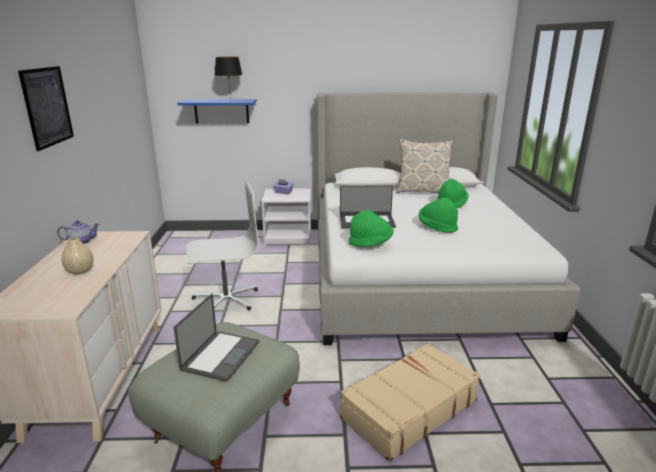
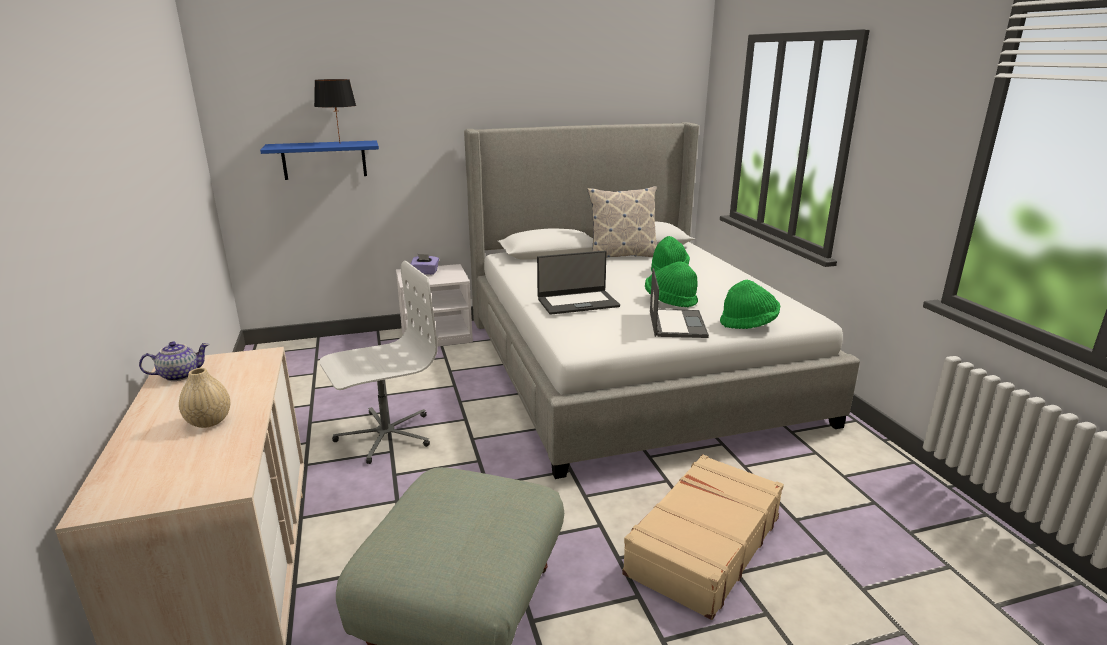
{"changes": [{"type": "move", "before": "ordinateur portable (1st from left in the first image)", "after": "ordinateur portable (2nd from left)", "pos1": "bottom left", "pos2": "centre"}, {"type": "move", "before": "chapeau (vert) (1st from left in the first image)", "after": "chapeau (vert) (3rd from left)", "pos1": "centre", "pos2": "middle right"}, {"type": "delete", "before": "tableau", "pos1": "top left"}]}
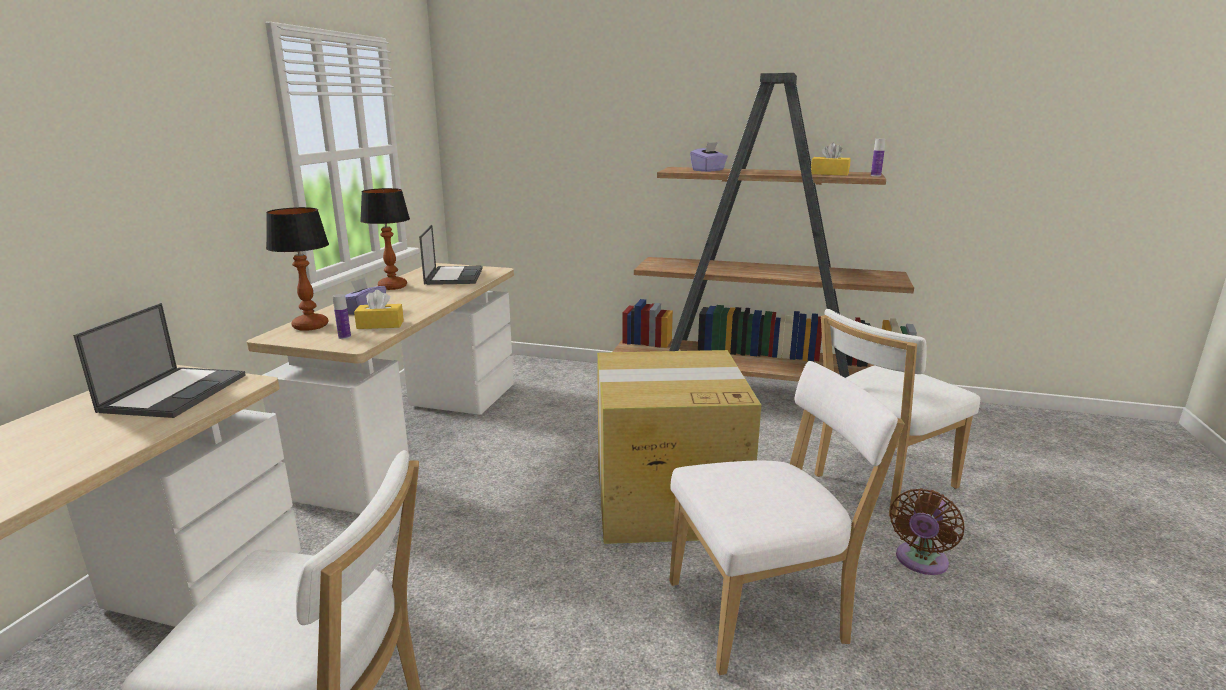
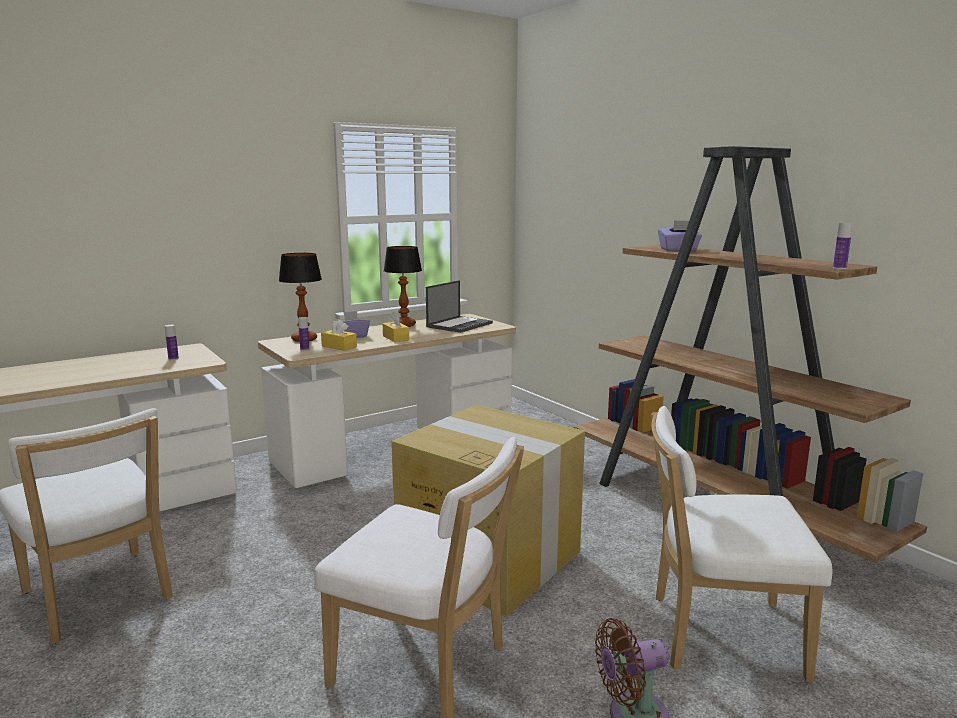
{"changes": [{"type": "replace", "before": "ordinateur portable (1st from left)", "after": "bouteille (1st from left)", "pos1": "middle left", "pos2": "middle left"}, {"type": "move", "before": "boîte à mouchoirs (jaune) (2nd from left)", "pos1": "top right", "pos2": "centre"}]}
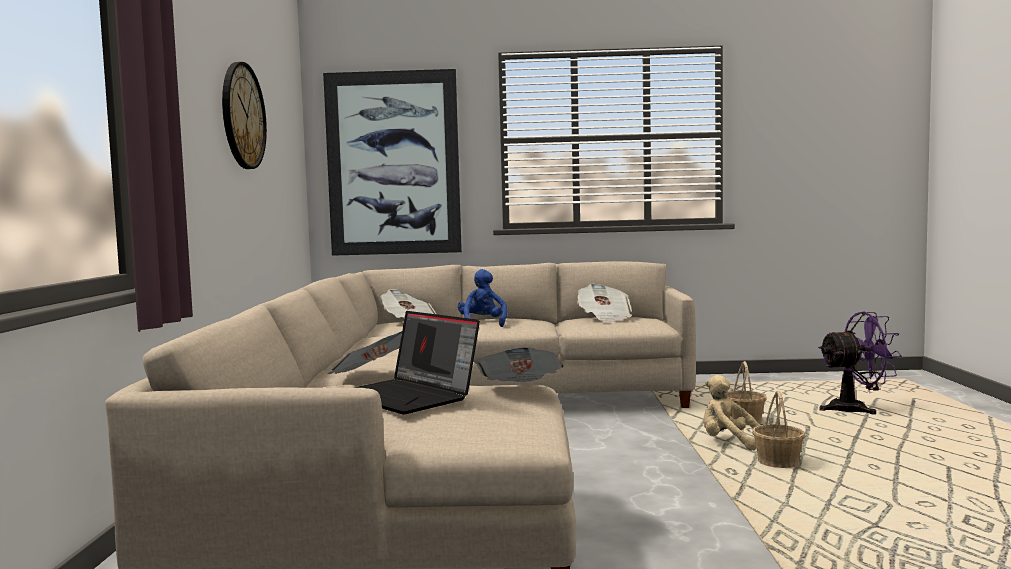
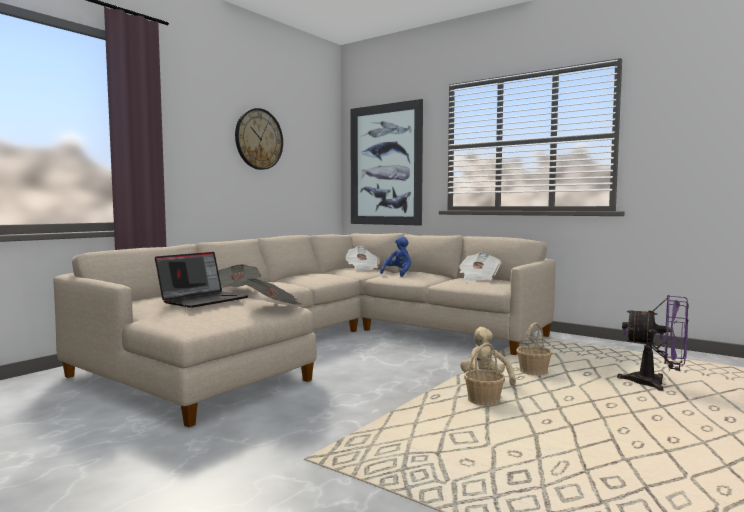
{"changes": [{"type": "rotate", "before": "ordinateur portable", "pos1": "centre", "pos2": "middle left", "turn": -135}]}
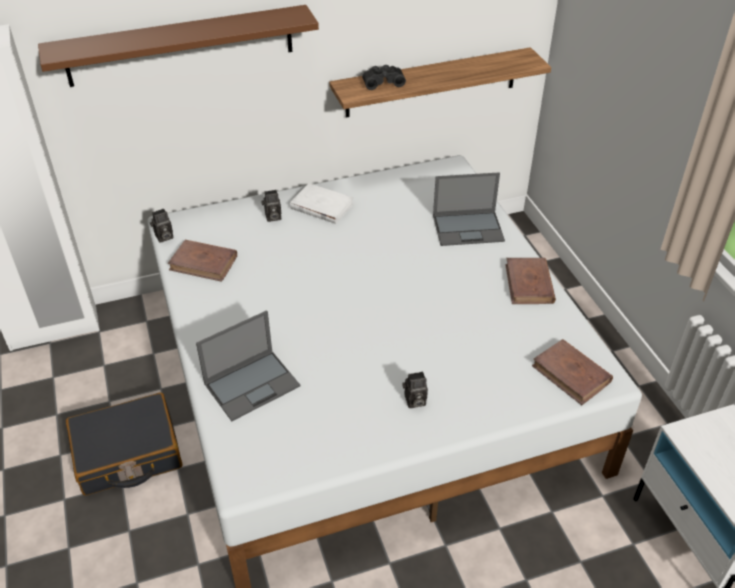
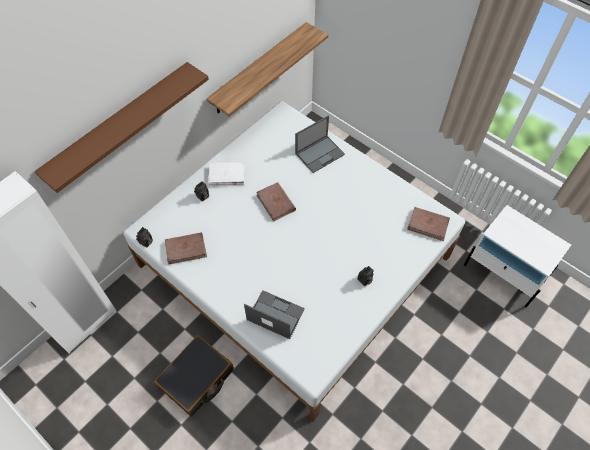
{"changes": [{"type": "rotate", "before": "ordinateur portable (1st from left)", "pos1": "centre", "pos2": "bottom centre", "turn": -90}, {"type": "move", "before": "livre (marron) (2nd from left)", "pos1": "middle right", "pos2": "centre"}, {"type": "delete", "before": "jumelles (noir)", "pos1": "top centre"}]}
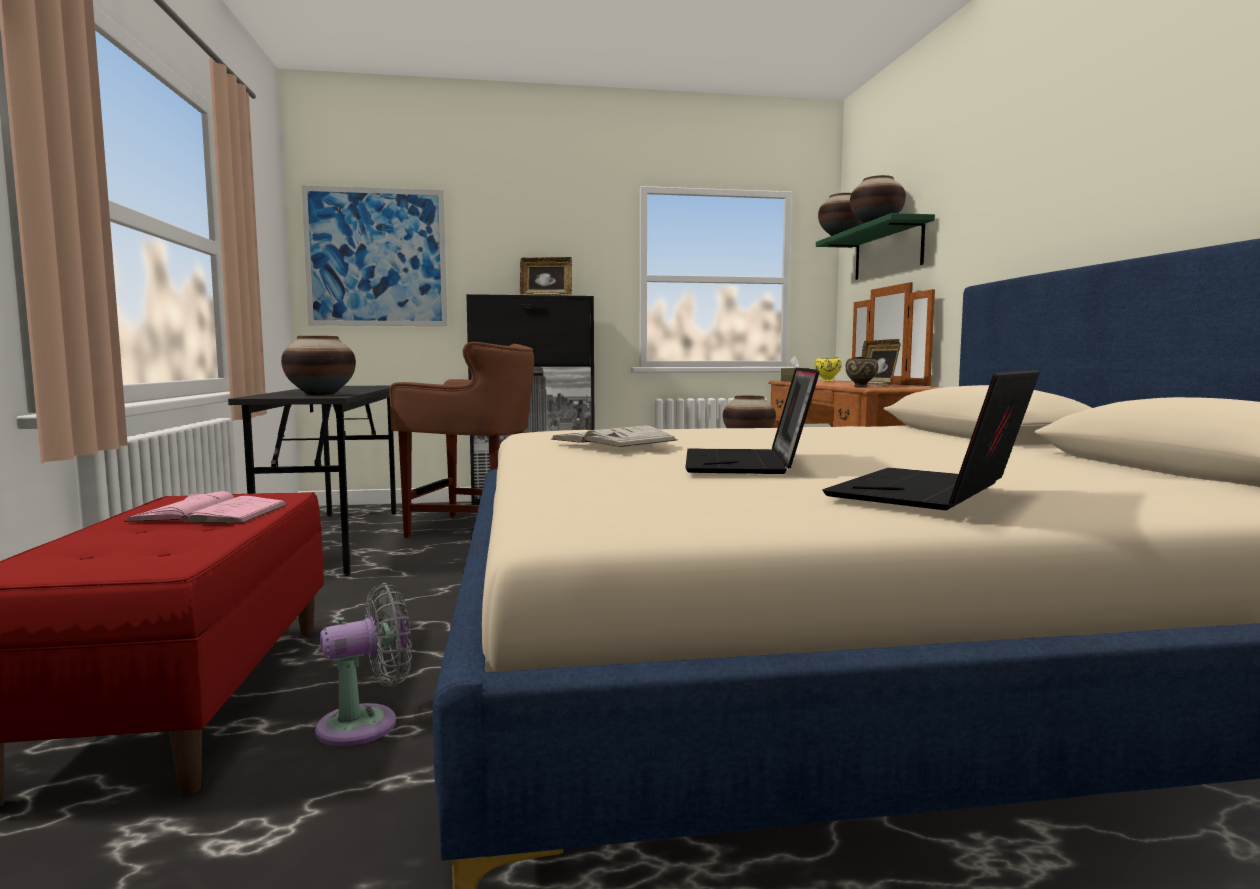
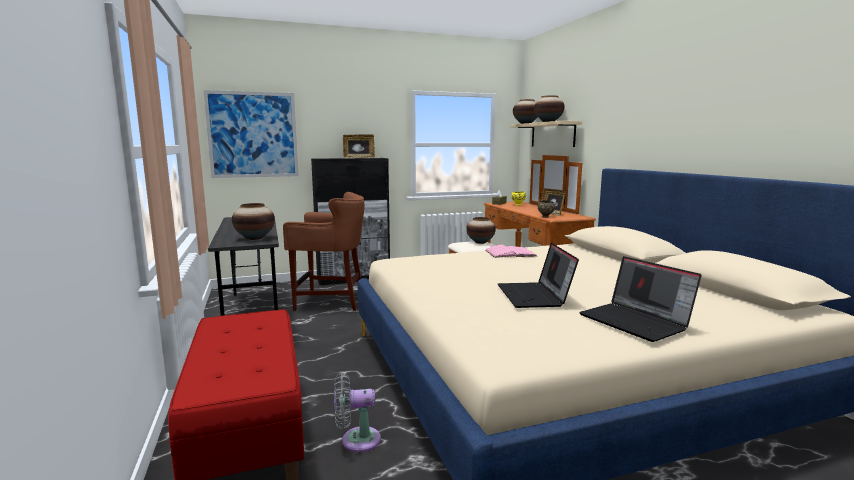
{"changes": [{"type": "rotate", "before": "ventilateur (gris)", "pos1": "bottom left", "pos2": "bottom centre", "turn": -150}, {"type": "move", "before": "livre (rose)", "pos1": "middle left", "pos2": "centre"}, {"type": "recolor", "before": "étagère (vert)", "after": "étagère (beige)", "pos1": "top right", "pos2": "top centre"}, {"type": "rotate", "before": "ordinateur portable (2nd from left)", "pos1": "middle right", "pos2": "middle right", "turn": -60}, {"type": "delete", "before": "livre (blanc)", "pos1": "centre"}]}
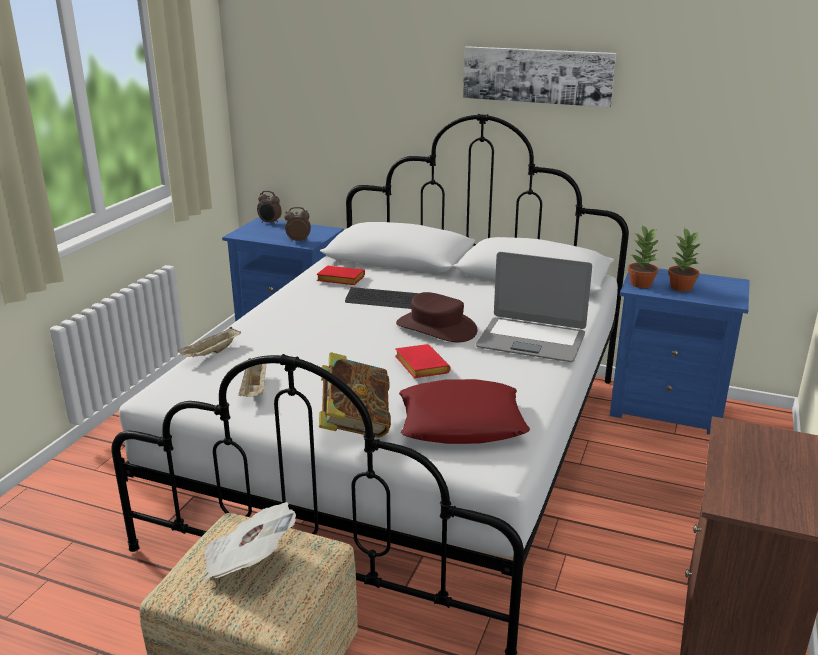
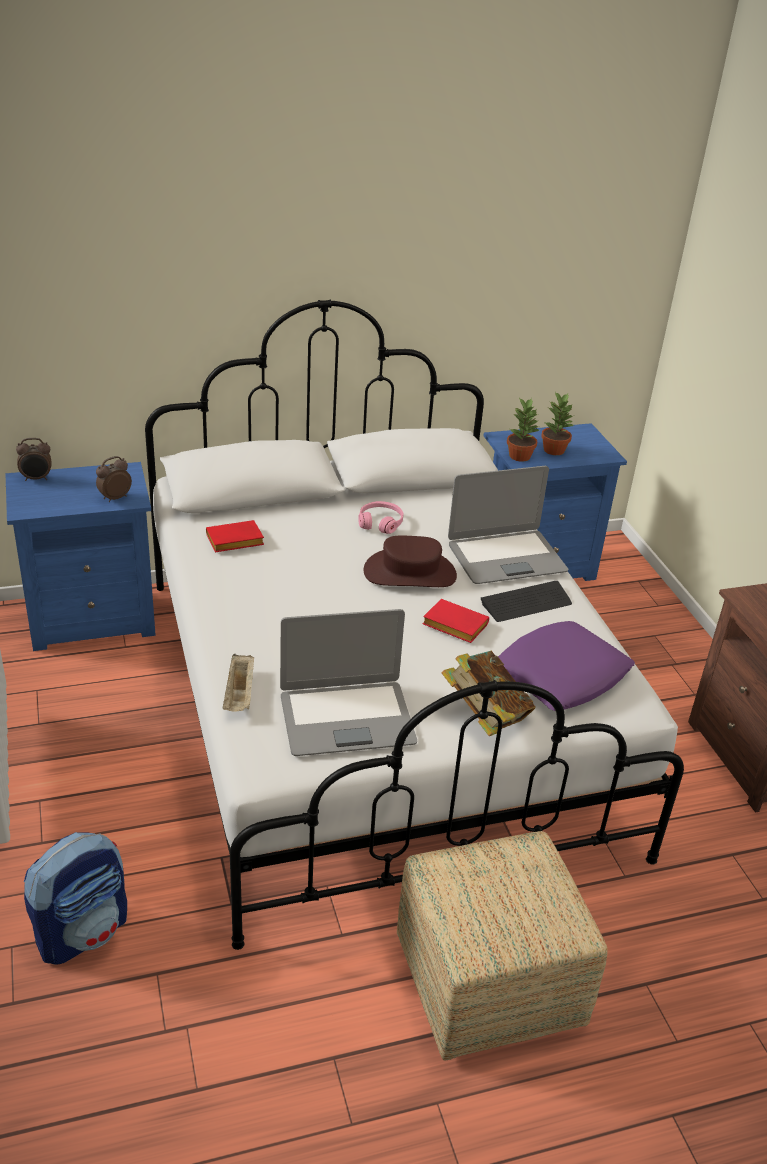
{"changes": [{"type": "insert", "after": "sac à dos", "pos2": "bottom left"}, {"type": "replace", "before": "plateau (beige) (2nd from left)", "after": "ordinateur portable (1st from left)", "pos1": "middle left", "pos2": "centre"}, {"type": "insert", "after": "casque audio (rose)", "pos2": "centre"}, {"type": "move", "before": "clavier", "pos1": "centre", "pos2": "middle right"}, {"type": "recolor", "before": "coussin (rouge)", "after": "coussin (violet)", "pos1": "centre", "pos2": "middle right"}, {"type": "delete", "before": "journal", "pos1": "bottom left"}, {"type": "delete", "before": "tableau", "pos1": "top centre"}]}
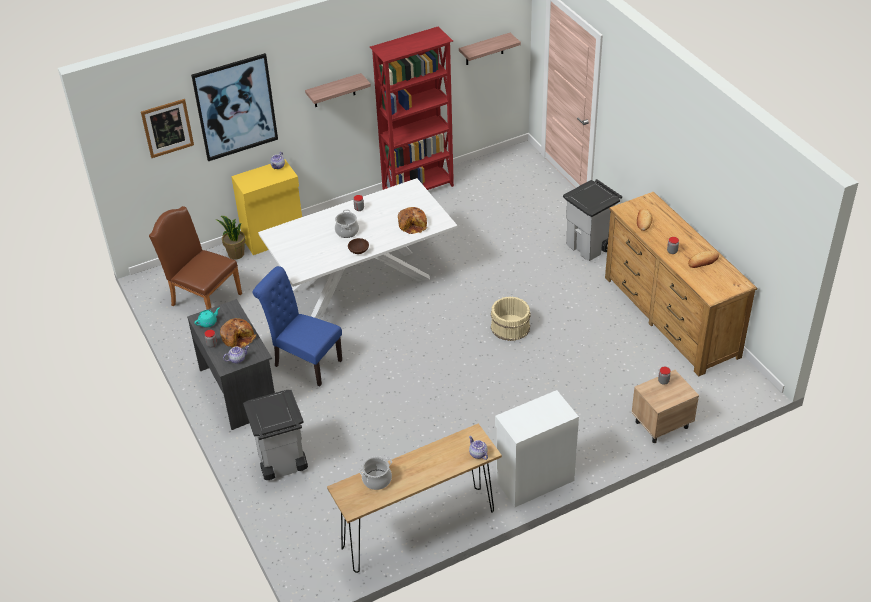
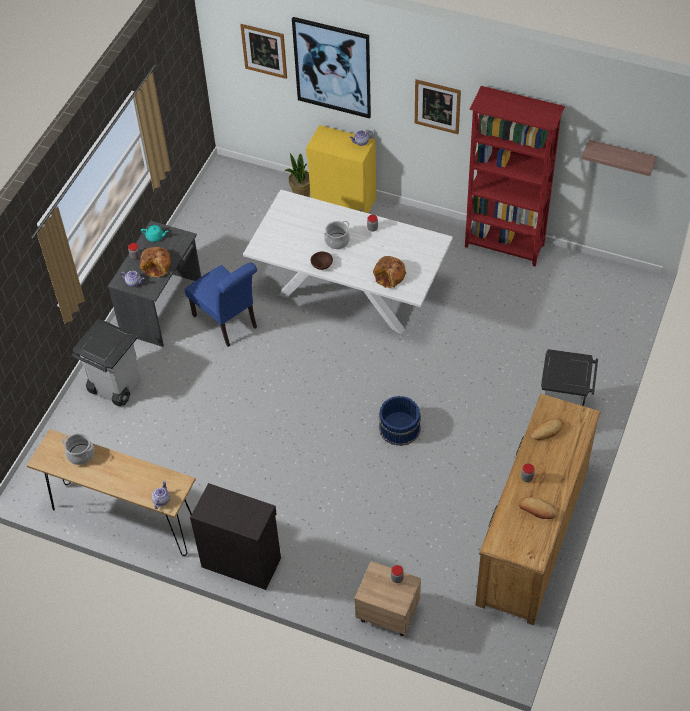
{"changes": [{"type": "rotate", "before": "chaise (bleu)", "pos1": "centre", "pos2": "middle left", "turn": 150}, {"type": "recolor", "before": "meuble de rangement (blanc)", "after": "meuble de rangement (noir)", "pos1": "bottom centre", "pos2": "bottom centre"}, {"type": "recolor", "before": "seau (beige)", "after": "seau (bleu)", "pos1": "centre", "pos2": "centre"}, {"type": "replace", "before": "étagère (1st from left)", "after": "tableau (3rd from left)", "pos1": "top centre", "pos2": "top centre"}, {"type": "delete", "before": "chaise (marron)", "pos1": "middle left"}]}
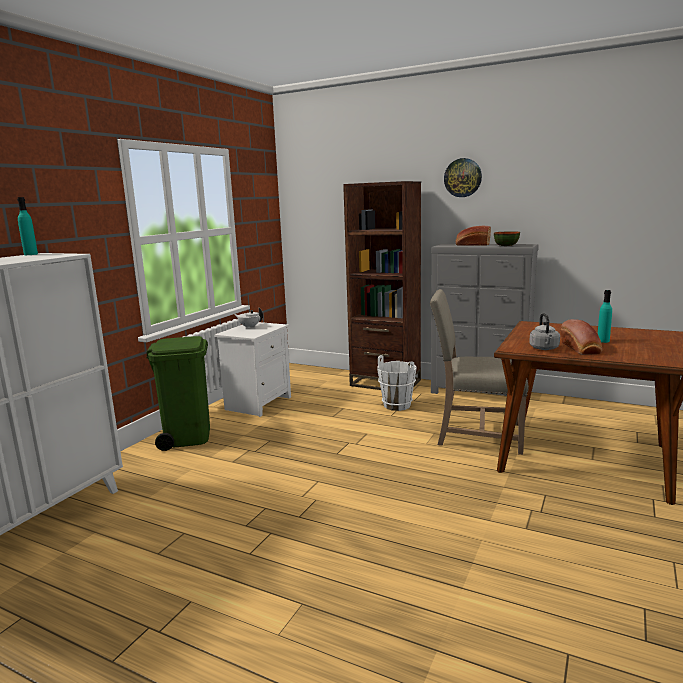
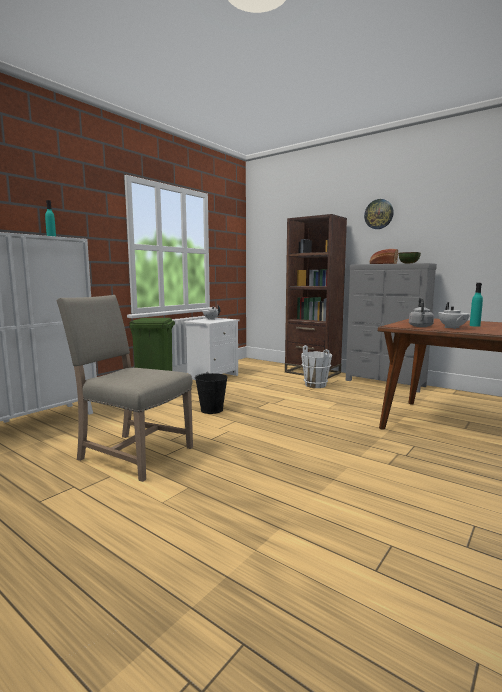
{"changes": [{"type": "move", "before": "chaise (beige)", "pos1": "middle right", "pos2": "middle left"}, {"type": "insert", "after": "seau (noir)", "pos2": "centre"}, {"type": "replace", "before": "pain (2nd from left)", "after": "théière (blanc) (2nd from left)", "pos1": "middle right", "pos2": "middle right"}]}
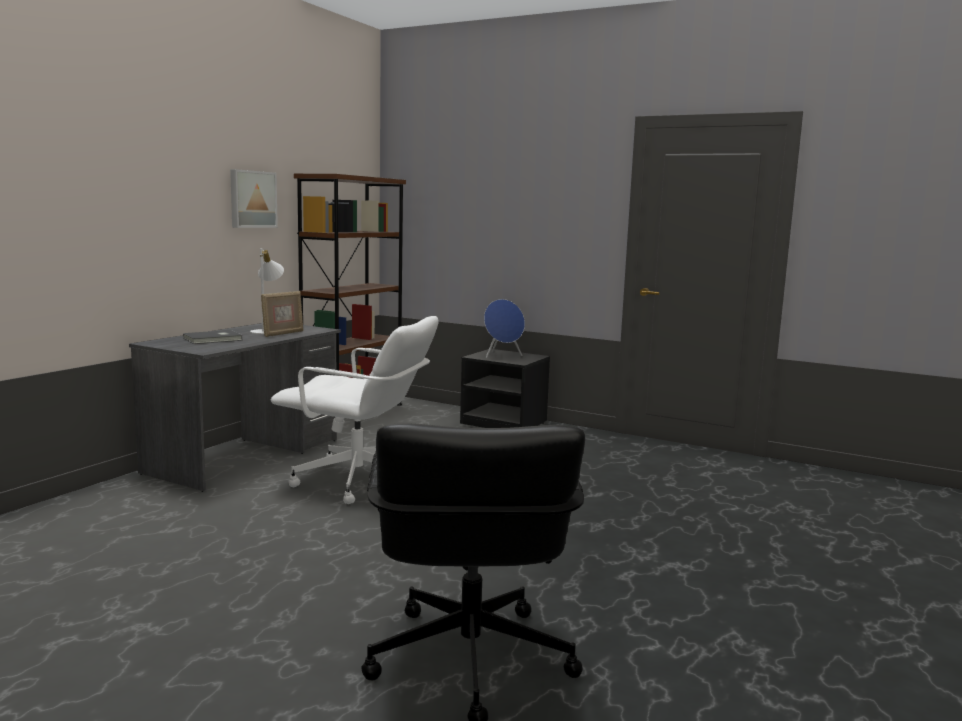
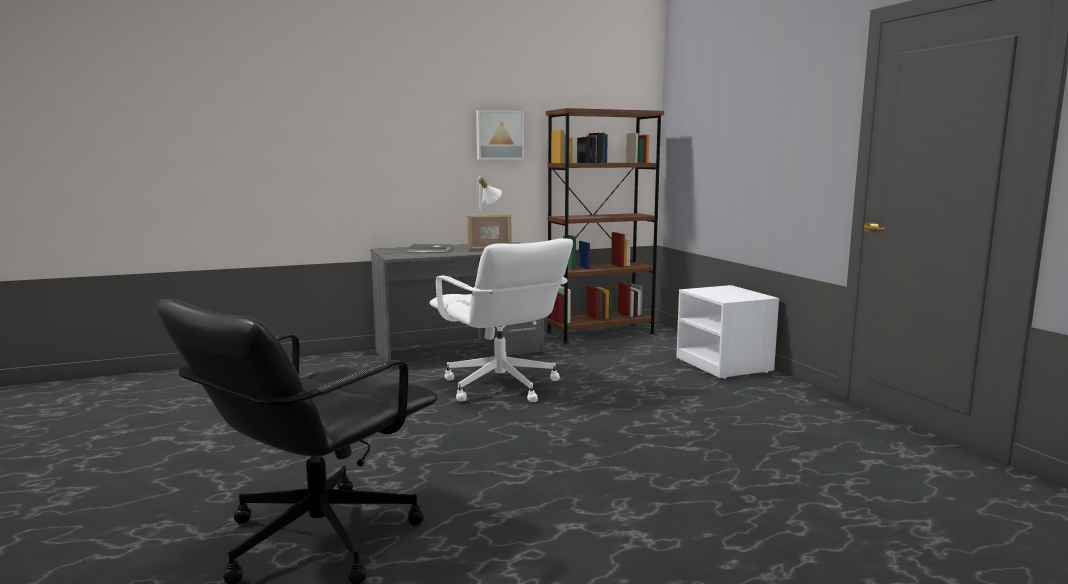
{"changes": [{"type": "recolor", "before": "table de chevet (noir)", "after": "table de chevet (blanc)", "pos1": "centre", "pos2": "middle right"}, {"type": "delete", "before": "enceinte (bleu)", "pos1": "centre"}]}
